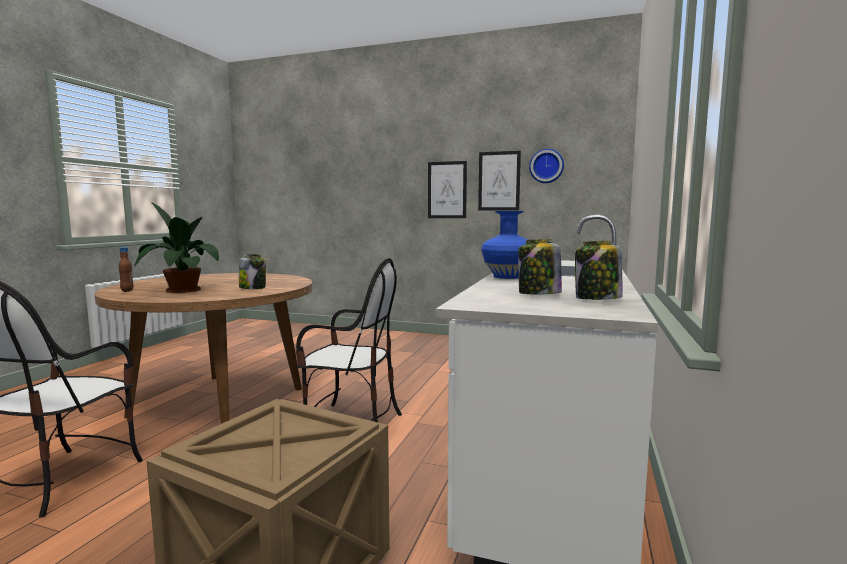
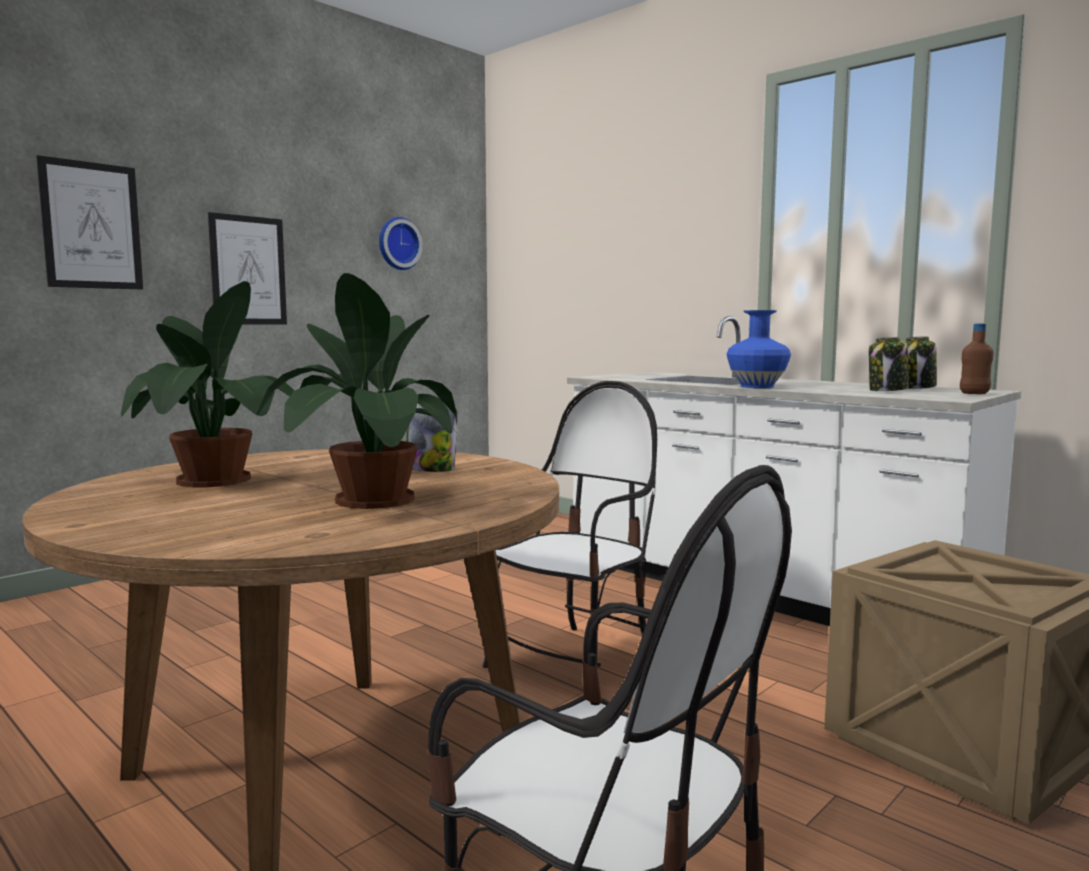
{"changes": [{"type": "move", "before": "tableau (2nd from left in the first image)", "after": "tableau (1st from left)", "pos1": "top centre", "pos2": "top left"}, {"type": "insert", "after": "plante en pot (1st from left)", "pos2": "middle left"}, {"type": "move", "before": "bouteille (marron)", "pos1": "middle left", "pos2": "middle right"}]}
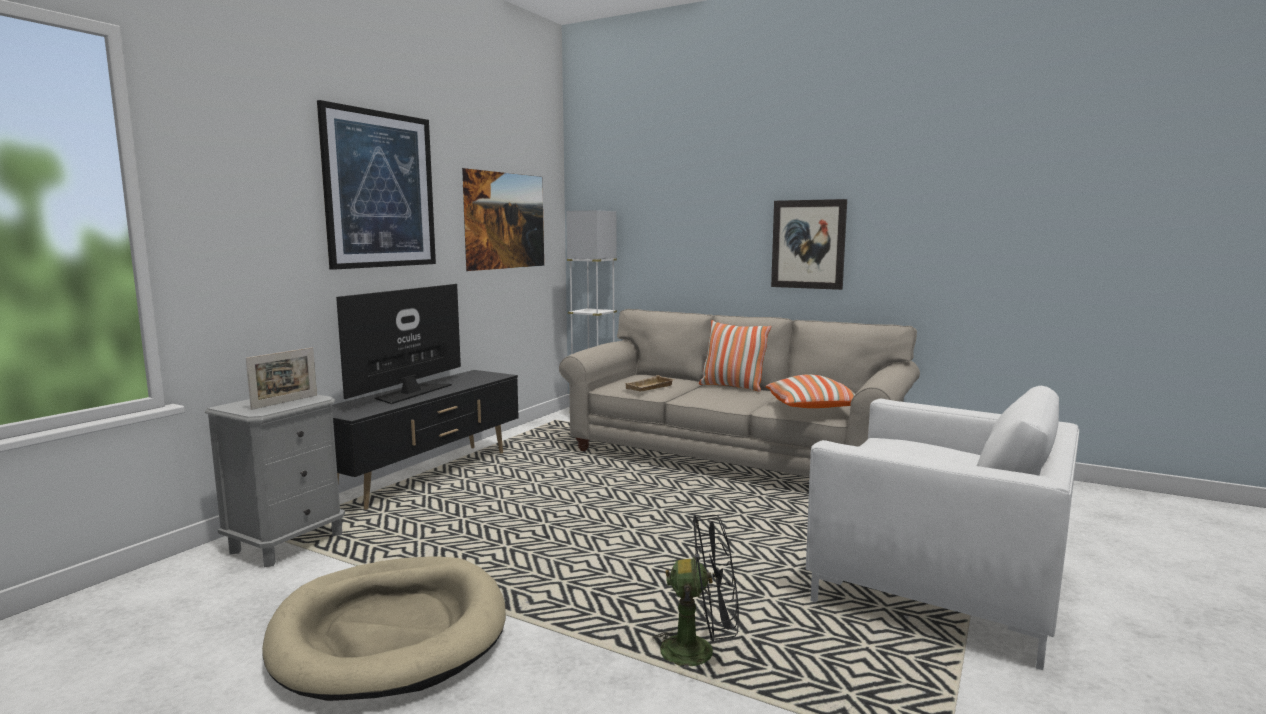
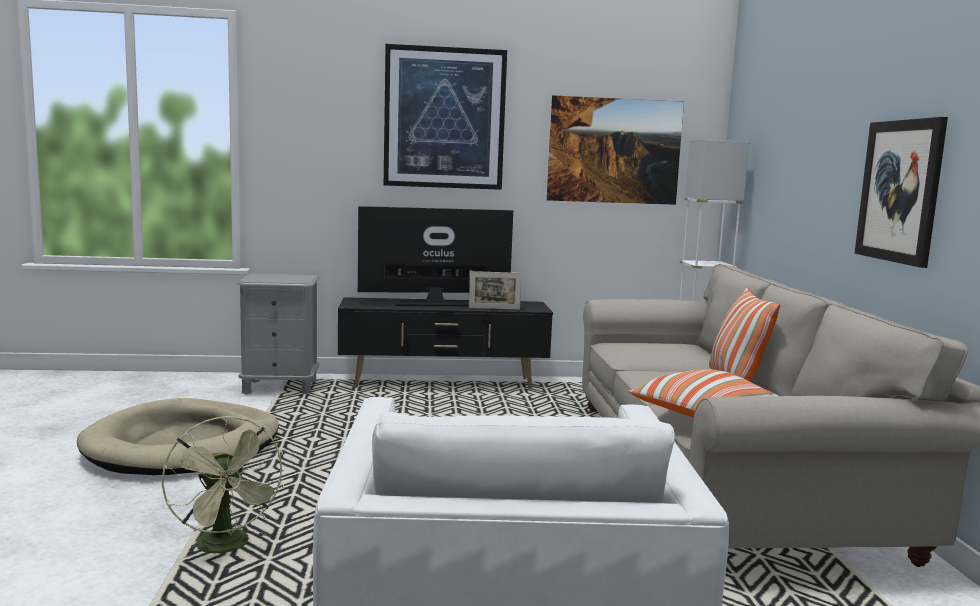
{"changes": [{"type": "recolor", "before": "ventilateur (noir)", "after": "ventilateur (vert)", "pos1": "bottom centre", "pos2": "bottom left"}, {"type": "move", "before": "cadre photo", "pos1": "middle left", "pos2": "centre"}, {"type": "delete", "before": "plateau (beige)", "pos1": "centre"}]}
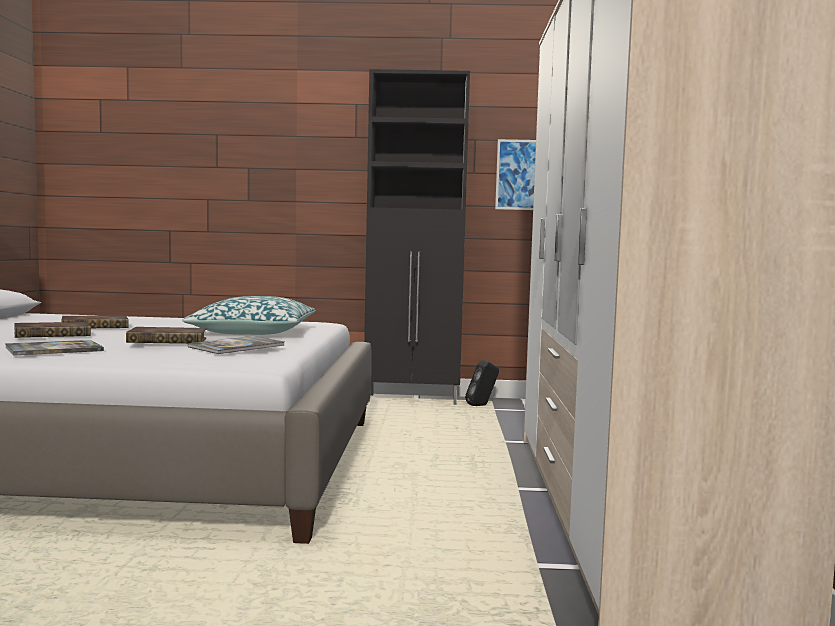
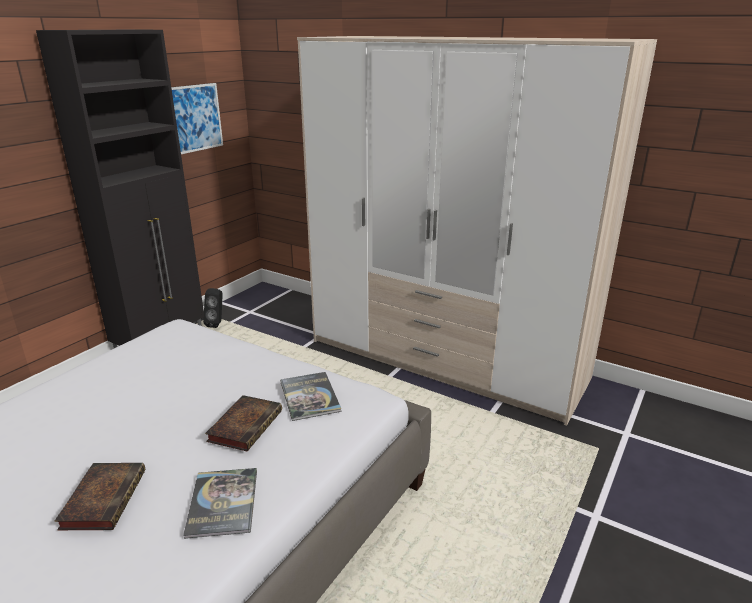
{"changes": [{"type": "delete", "before": "livre (3rd from left)", "pos1": "middle left"}, {"type": "delete", "before": "coussin", "pos1": "middle left"}]}
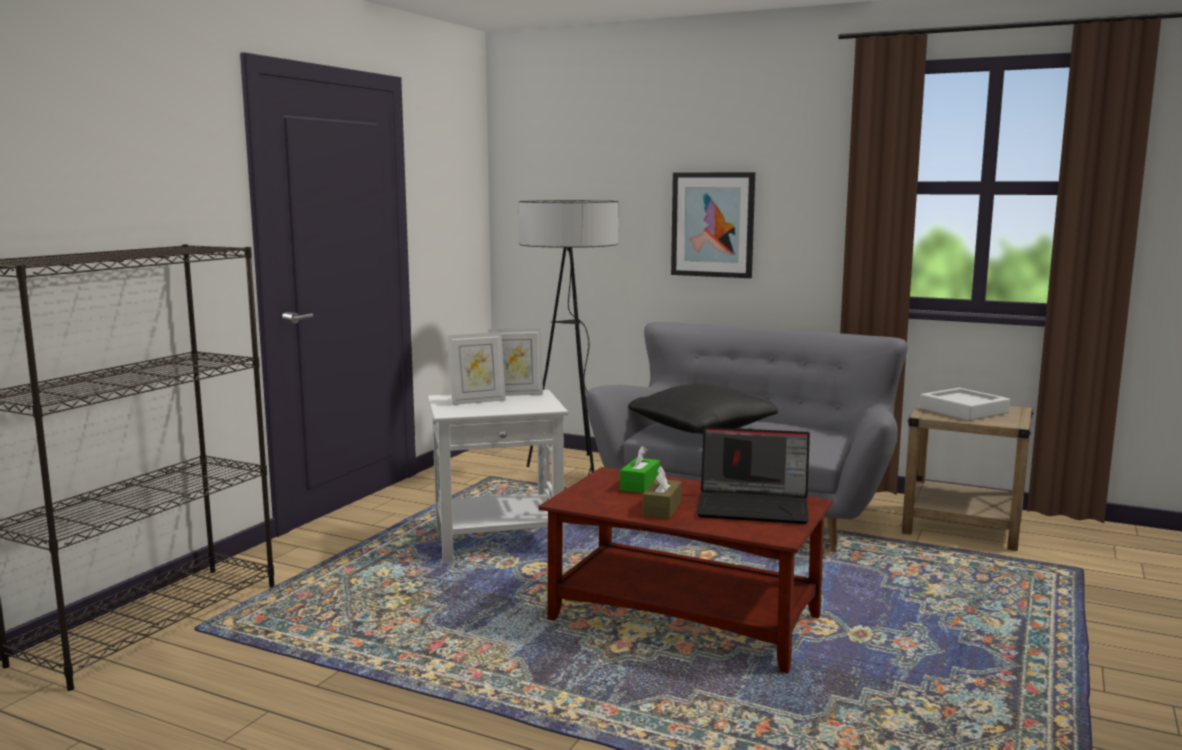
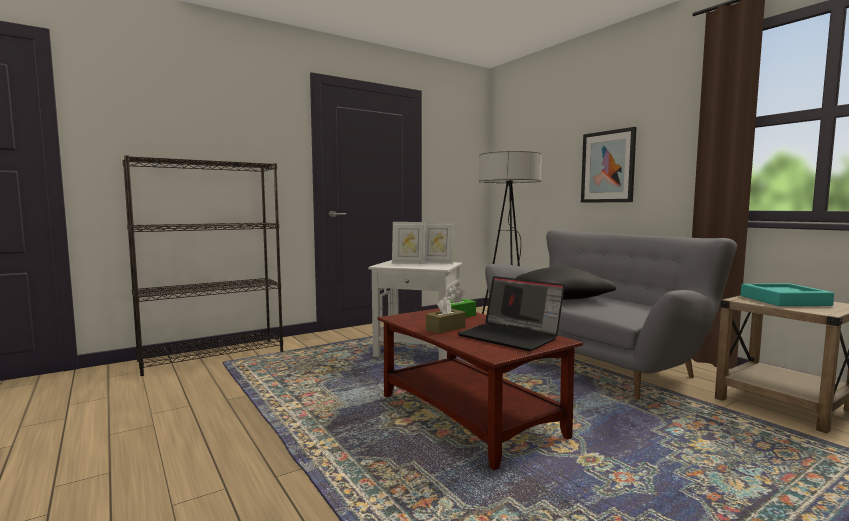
{"changes": [{"type": "recolor", "before": "plateau (gris)", "after": "plateau (turquoise)", "pos1": "middle right", "pos2": "middle right"}]}
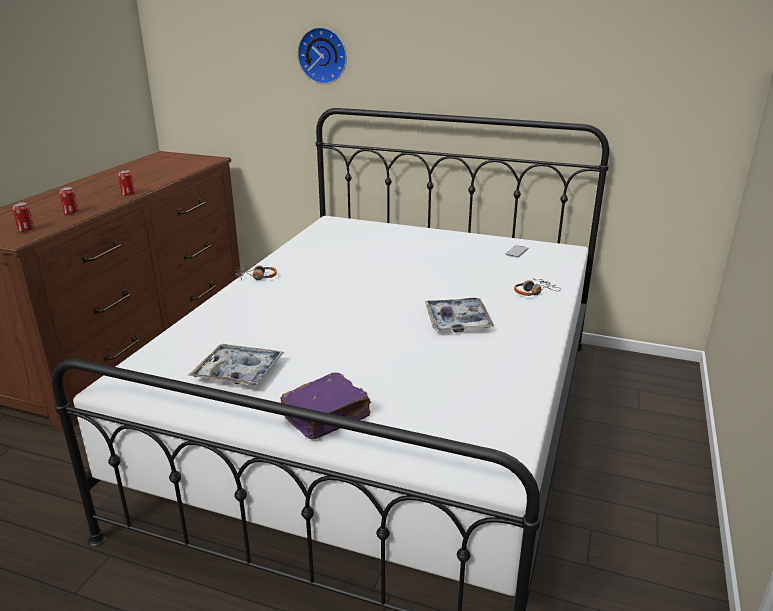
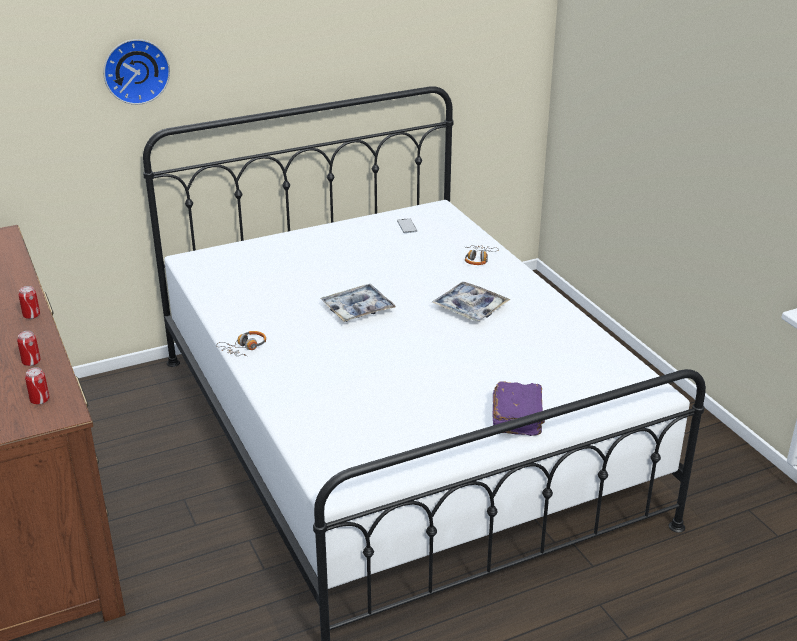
{"changes": [{"type": "move", "before": "plateau (1st from left)", "pos1": "middle left", "pos2": "centre"}]}
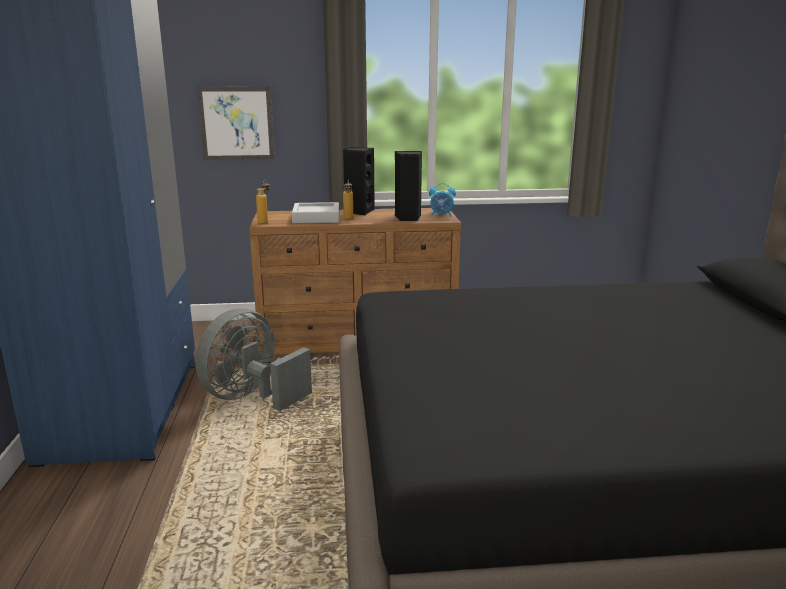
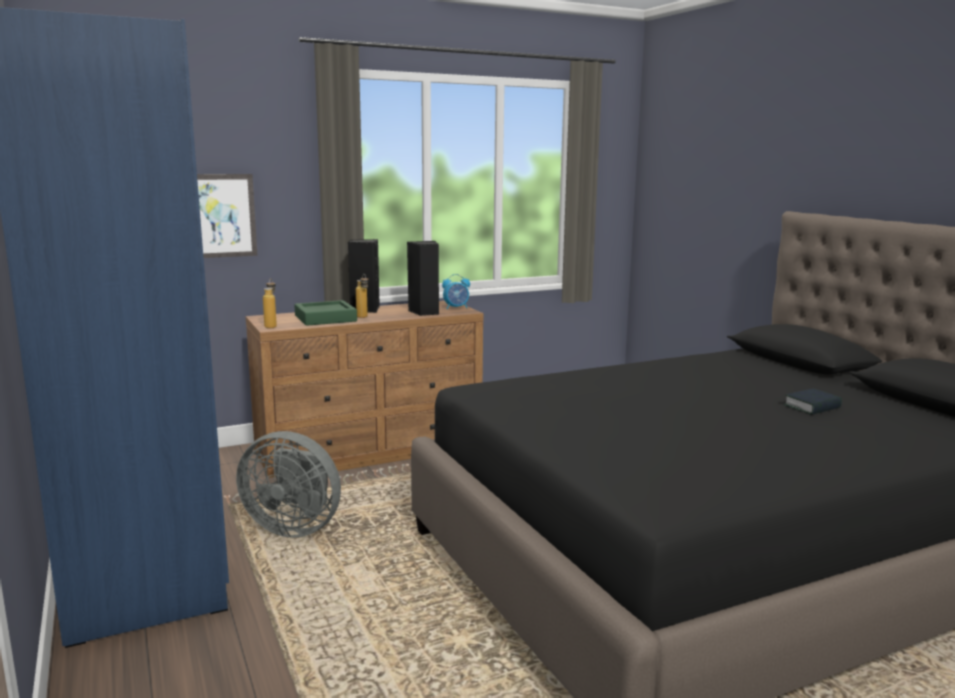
{"changes": [{"type": "rotate", "before": "ventilateur (gris)", "pos1": "middle left", "pos2": "bottom left", "turn": -90}, {"type": "recolor", "before": "plateau (gris)", "after": "plateau (vert)", "pos1": "centre", "pos2": "centre"}, {"type": "insert", "after": "livre", "pos2": "middle right"}]}
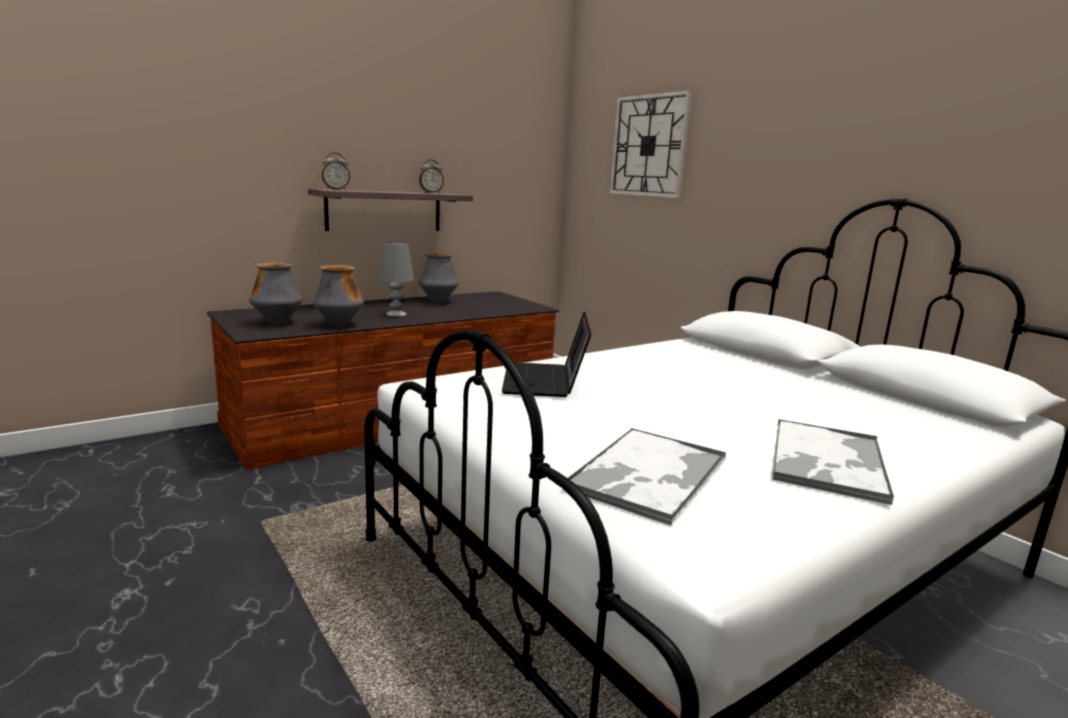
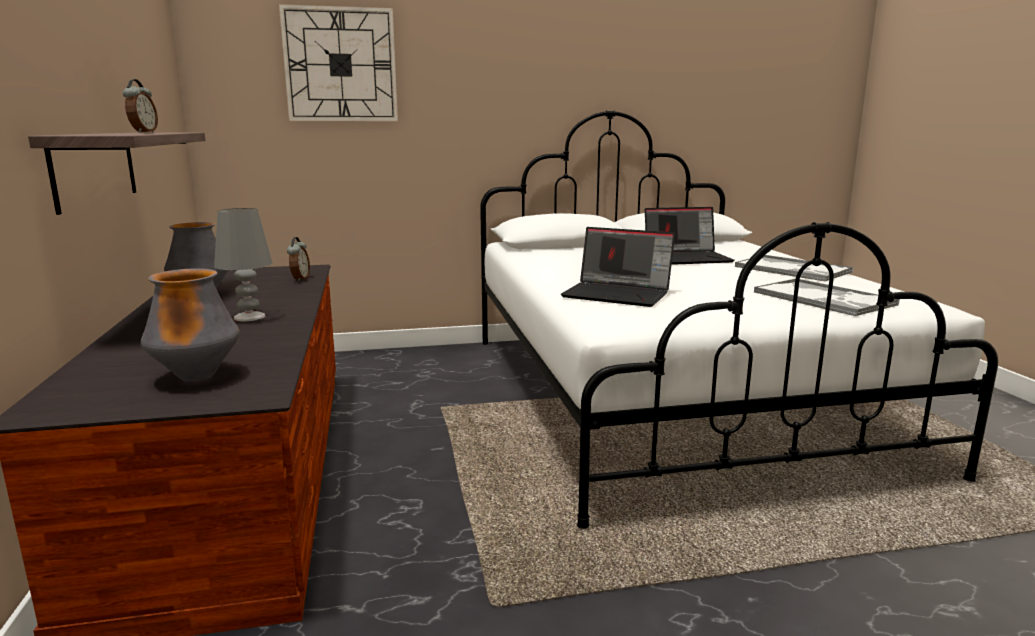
{"changes": [{"type": "move", "before": "réveil (1st from left in the first image)", "after": "réveil (2nd from left)", "pos1": "top left", "pos2": "middle left"}, {"type": "insert", "after": "ordinateur portable (2nd from left)", "pos2": "middle right"}, {"type": "delete", "before": "vase (2nd from left)", "pos1": "middle left"}]}
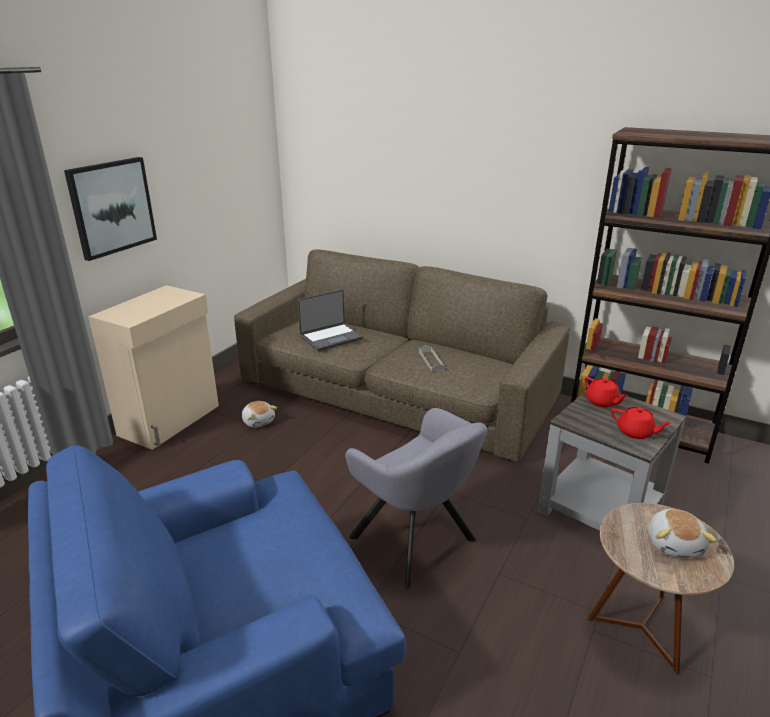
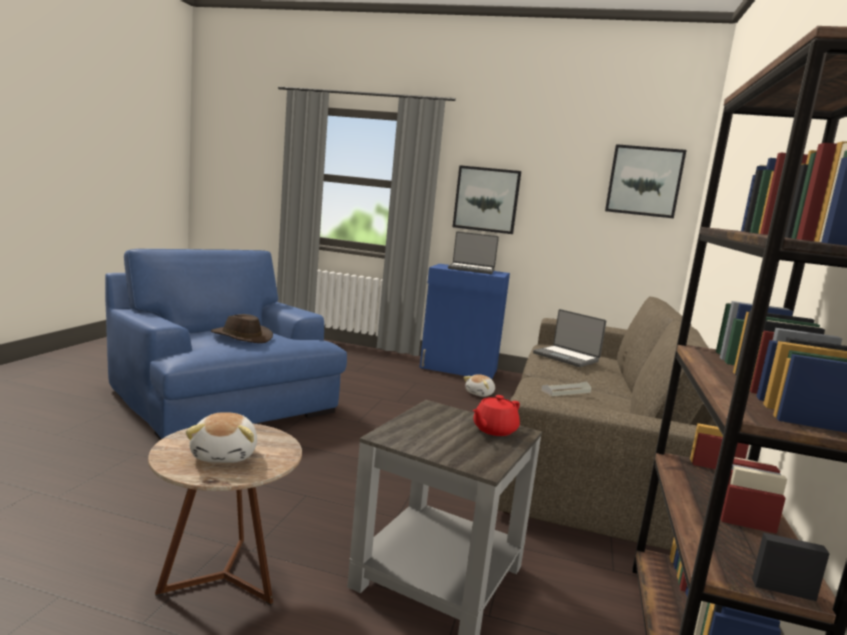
{"changes": [{"type": "rotate", "before": "peluche (2nd from left in the first image)", "pos1": "bottom right", "pos2": "bottom left", "turn": -90}, {"type": "insert", "after": "chapeau (marron)", "pos2": "middle left"}, {"type": "recolor", "before": "meuble de rangement (beige)", "after": "meuble de rangement (bleu)", "pos1": "middle left", "pos2": "centre"}, {"type": "insert", "after": "ordinateur portable (1st from left)", "pos2": "centre"}, {"type": "insert", "after": "tableau (2nd from left)", "pos2": "top right"}, {"type": "delete", "before": "fauteuil (gris)", "pos1": "bottom centre"}, {"type": "delete", "before": "théière (rouge) (2nd from left)", "pos1": "middle right"}]}
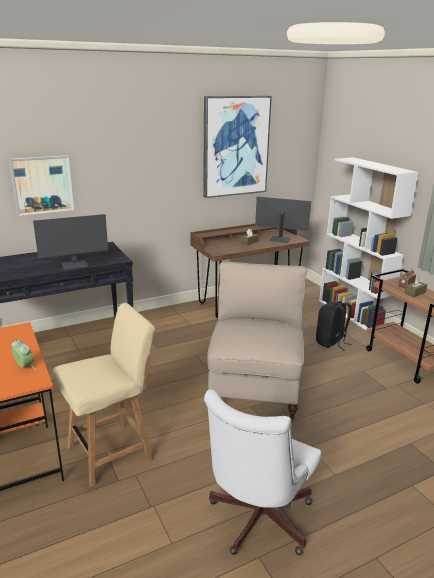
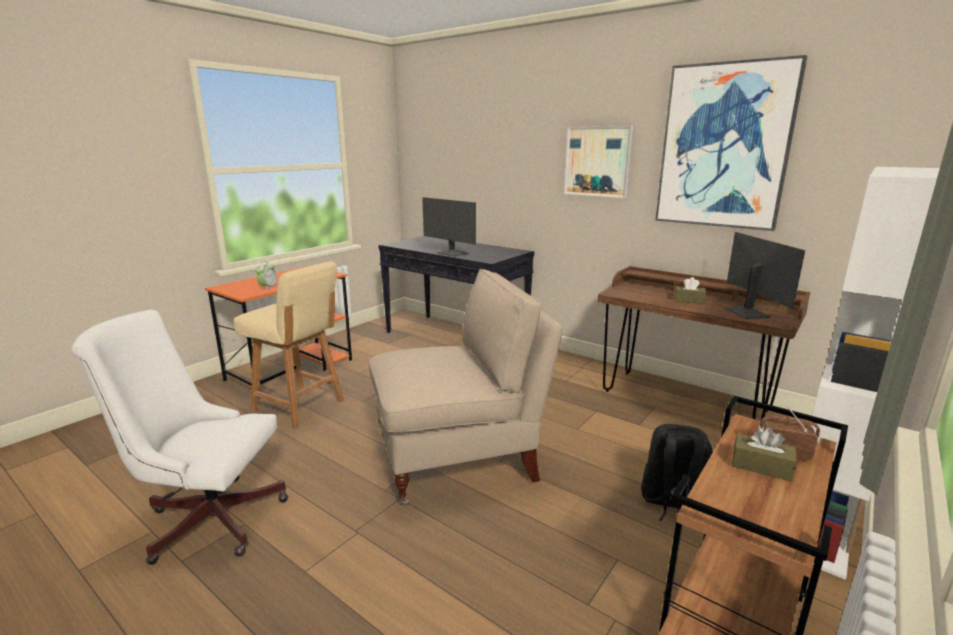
{"changes": [{"type": "move", "before": "tableau (1st from left)", "pos1": "top left", "pos2": "top centre"}]}
